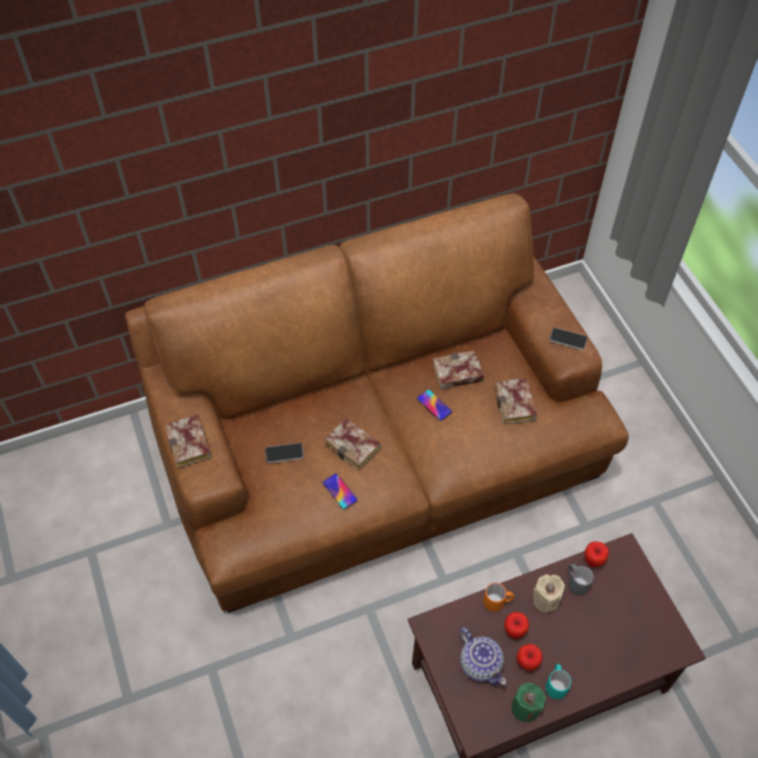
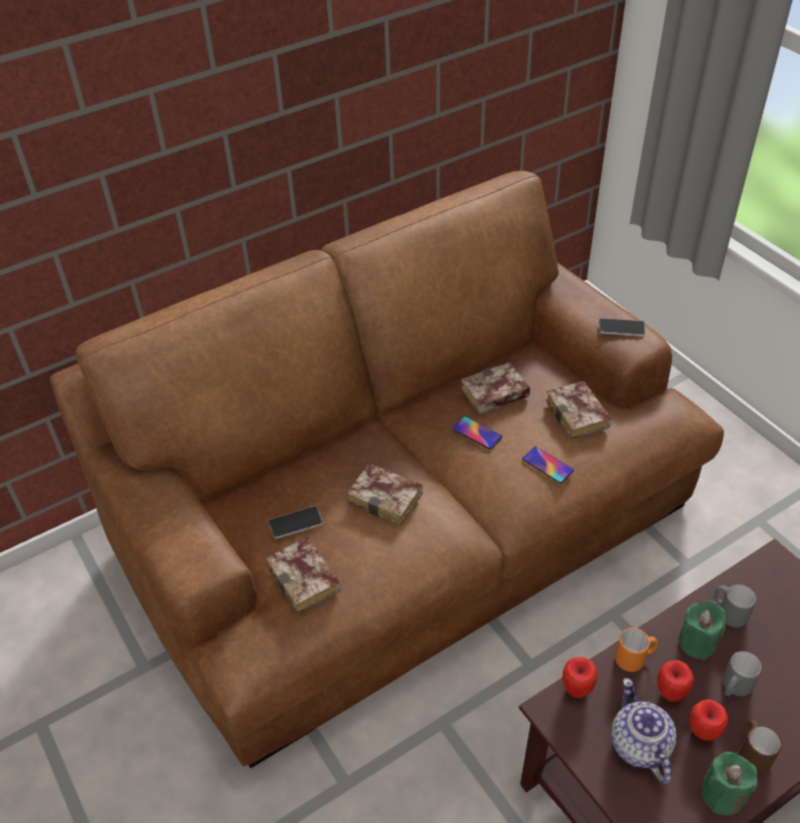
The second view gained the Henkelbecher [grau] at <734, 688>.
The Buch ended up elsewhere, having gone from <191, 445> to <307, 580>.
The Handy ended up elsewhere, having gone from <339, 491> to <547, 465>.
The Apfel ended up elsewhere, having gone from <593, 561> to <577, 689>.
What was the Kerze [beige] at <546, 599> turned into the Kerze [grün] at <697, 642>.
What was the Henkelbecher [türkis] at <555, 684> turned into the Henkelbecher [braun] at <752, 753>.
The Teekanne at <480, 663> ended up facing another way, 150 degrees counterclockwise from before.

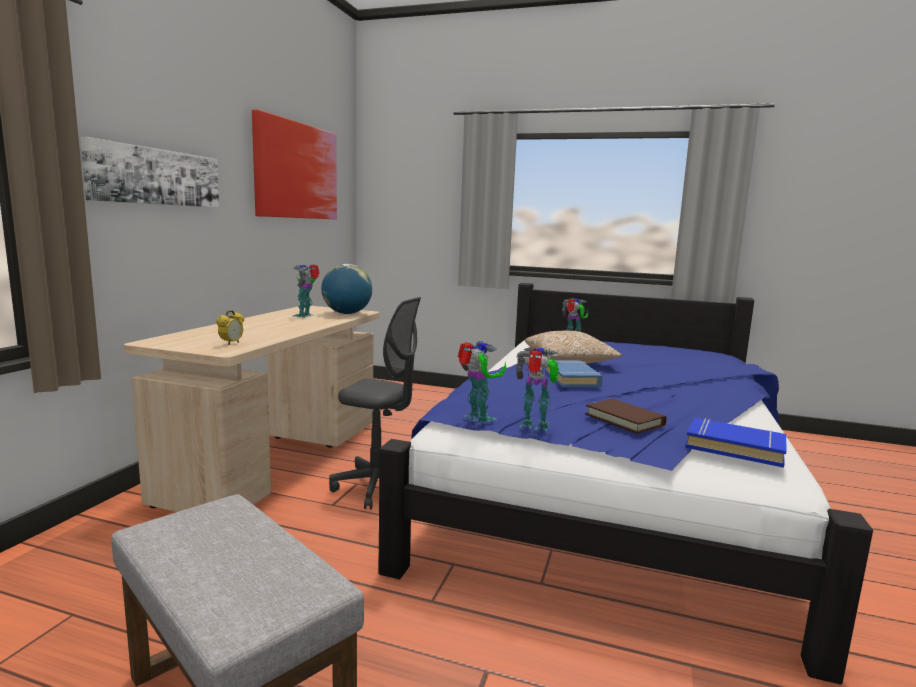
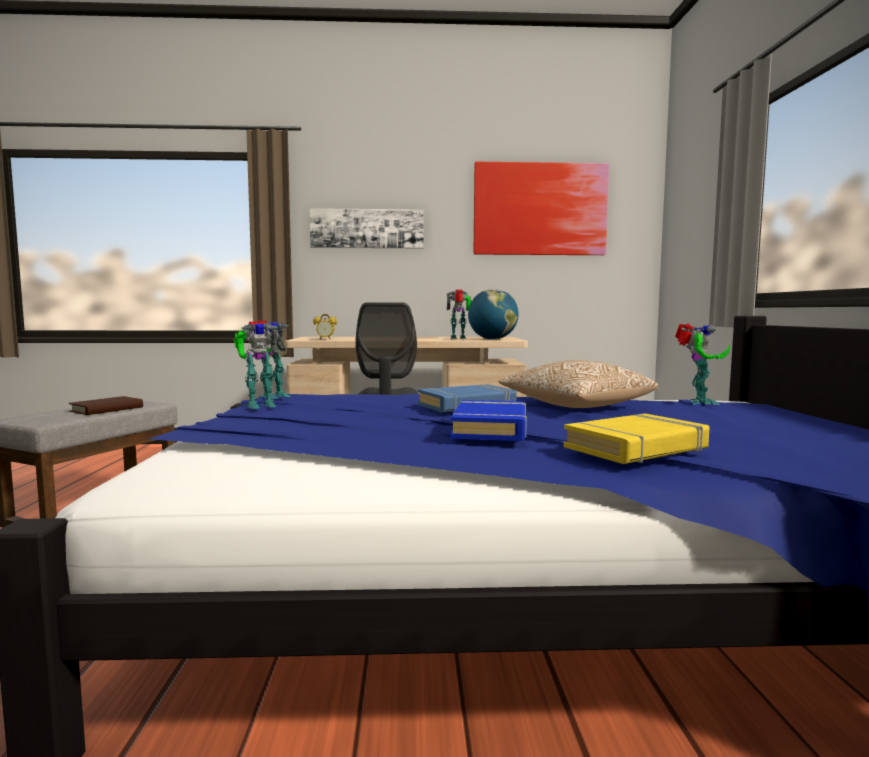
The second view gained the Buch [gelb] at <636, 448>.
The Buch [braun] ended up elsewhere, having gone from <624, 420> to <107, 409>.
The Buch [blau] ended up elsewhere, having gone from <734, 448> to <491, 428>.
The Spielzeugroboter at <536, 426> ended up facing another way, 60 degrees clockwise from before.

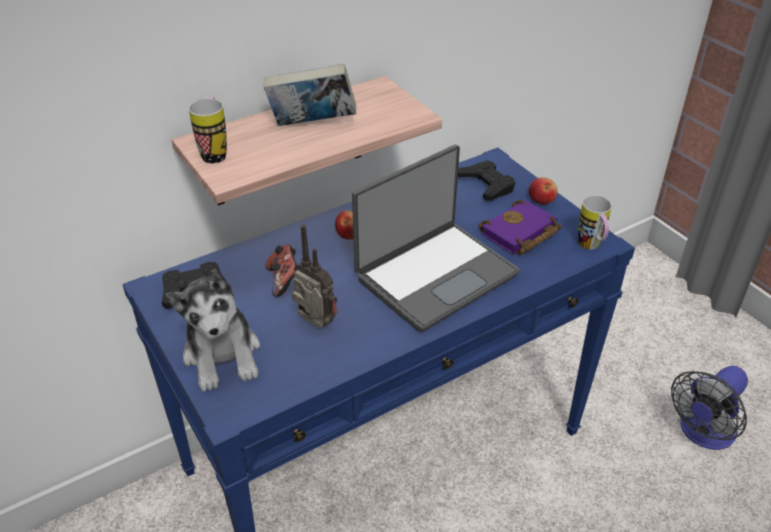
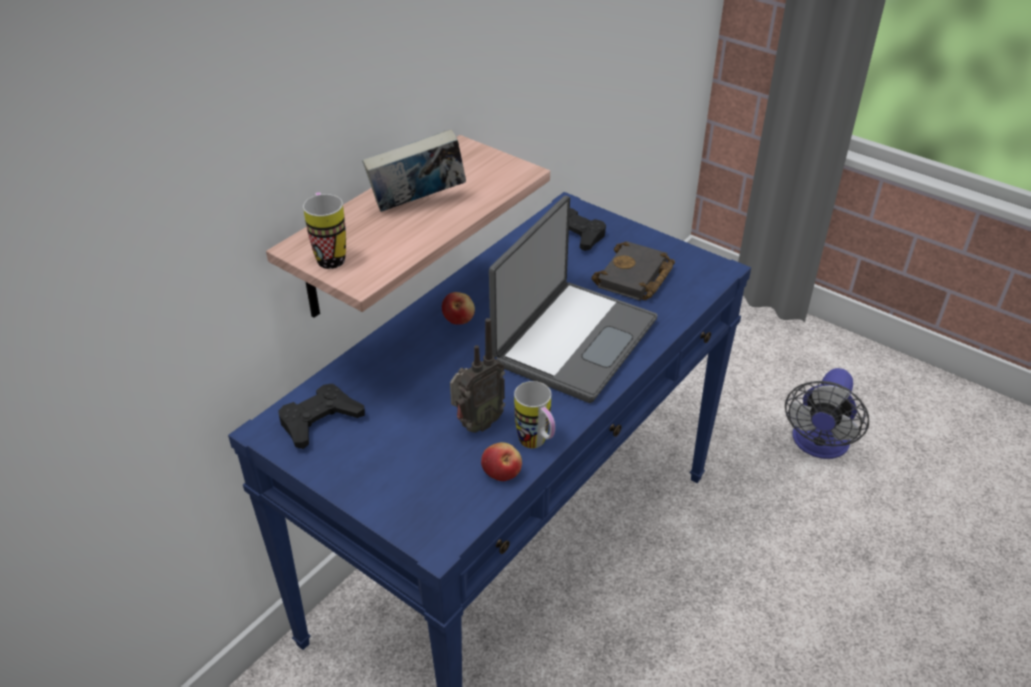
The second view lost the Plüschtier at <223, 355>.
The second view lost the Gamepad at <284, 280>.
The Apfel ended up elsewhere, having gone from <541, 199> to <502, 472>.
The Henkelbecher ended up elsewhere, having gone from <591, 247> to <537, 445>.
What was the Buch [lila] at <519, 234> turned into the Buch [schwarz] at <635, 278>.
The Radio at <315, 325> ended up facing another way, 120 degrees clockwise from before.

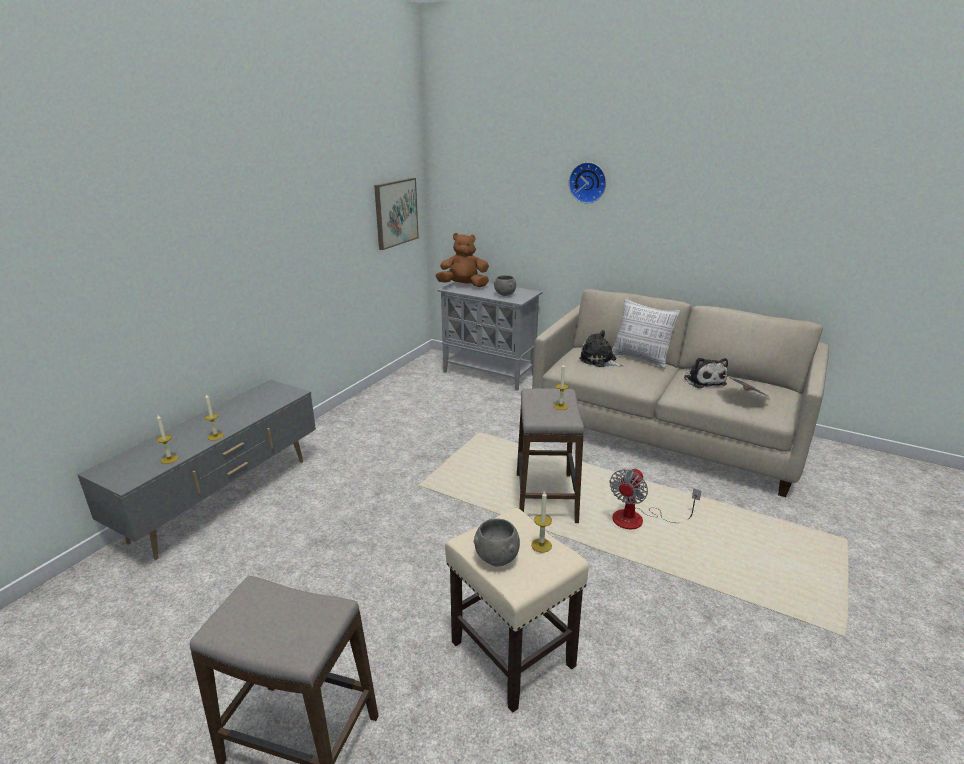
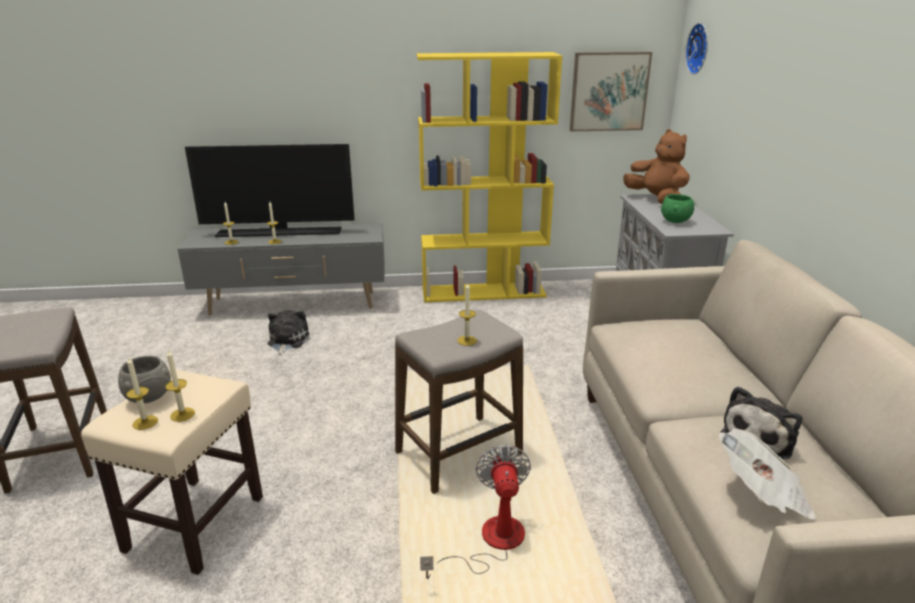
The second view lost the Kissen at <641, 359>.
The second view gained the Kerze at <145, 422>.
The second view gained the Fernseher at <280, 232>.
The second view gained the Bücherregal [gelb] at <484, 292>.
The Wanduhr ended up elsewhere, having gone from <588, 182> to <700, 48>.
The Plüschtier ended up elsewhere, having gone from <599, 360> to <287, 341>.
What was the Schüssel [grau] at <504, 295> turned into the Schüssel [grün] at <674, 221>.
The Ventilator at <638, 520> ended up facing another way, 90 degrees clockwise from before.

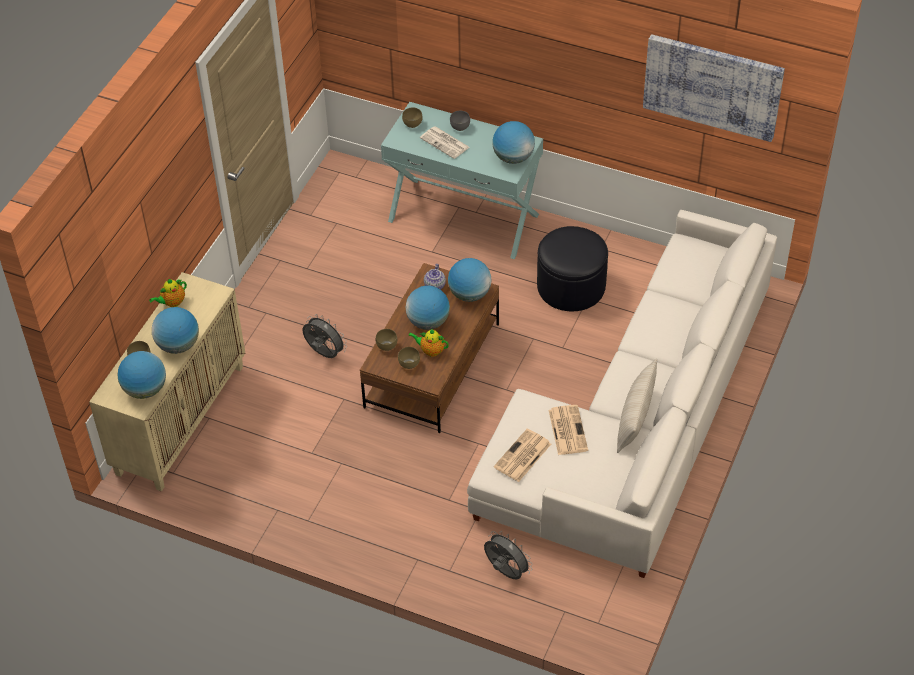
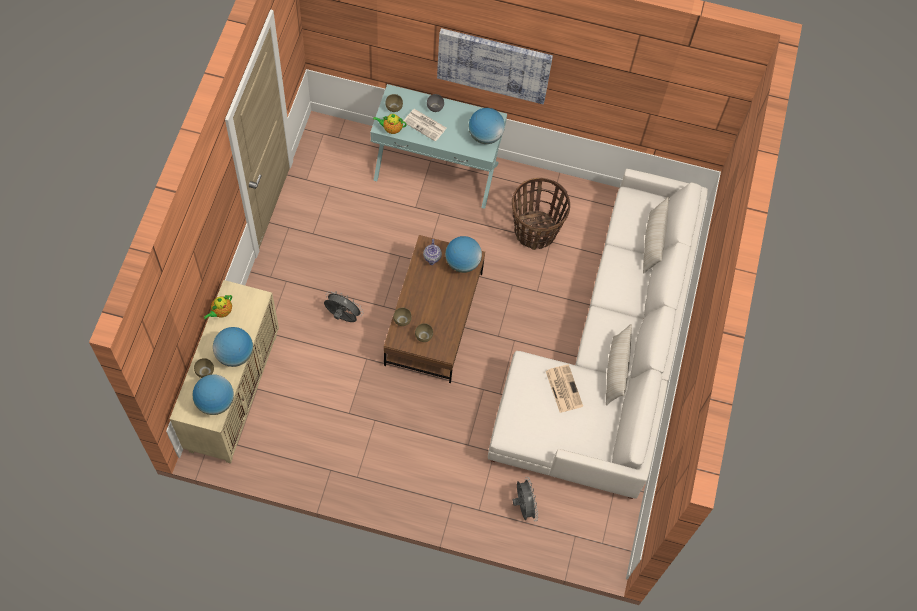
The second view lost the Globus at <428, 322>.
The second view lost the Zeitung at <522, 456>.
The second view gained the Kissen [beige] at <652, 243>.
The Teekanne ended up elsewhere, having gone from <430, 350> to <391, 129>.
The Bild ended up elsewhere, having gone from <713, 85> to <494, 64>.
Where the Polsterhocker [schwarz] stood at <571, 286>, the Korb came to stand at <535, 231>.
The Ventilator [grau] at <505, 572> ended up facing another way, 45 degrees clockwise from before.

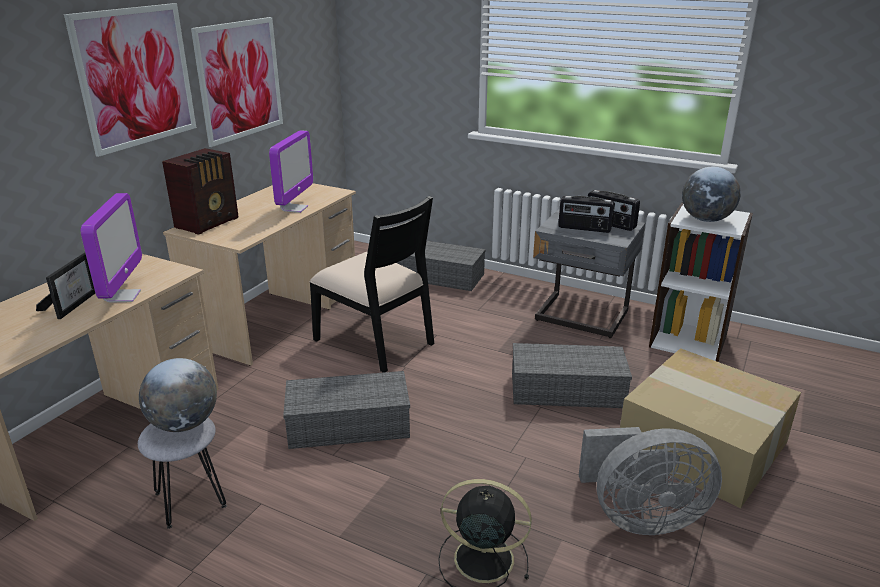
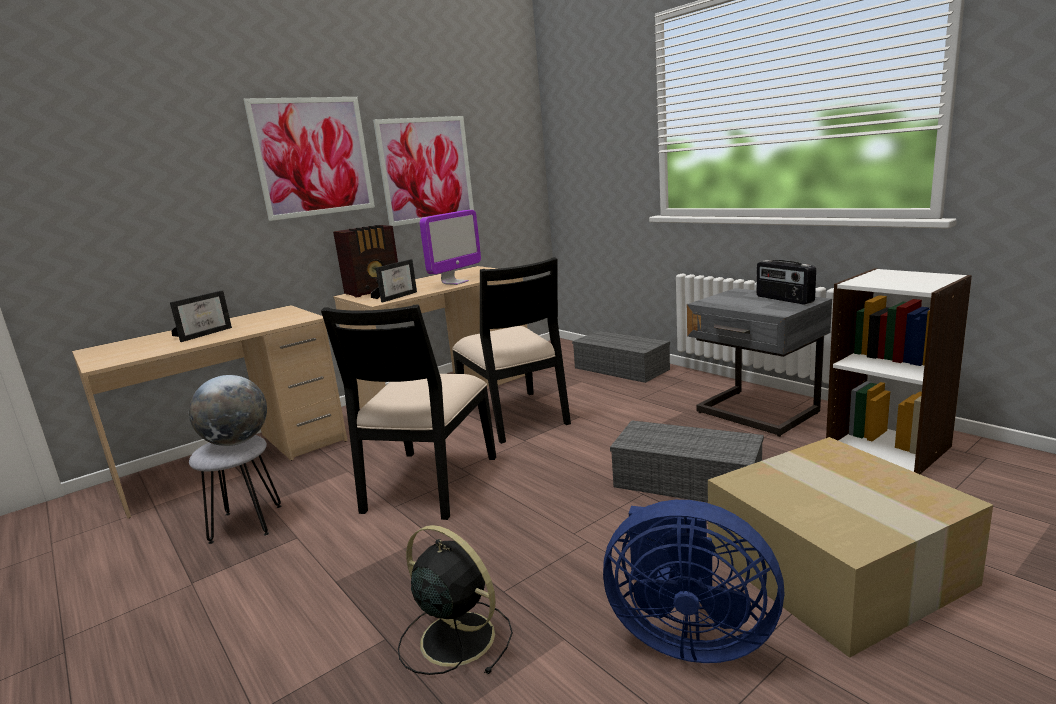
The second view lost the Monitor at <122, 296>.
The second view lost the Radio at <584, 228>.
The second view lost the Globus at <706, 220>.
The second view gained the Bilderrahmen at <397, 296>.
Where the Aufbewahrungsbox [grau] stood at <347, 426>, the Stuhl [schwarz] came to stand at <428, 484>.
What was the Ventilator [grau] at <640, 517> turned into the Ventilator [blau] at <686, 636>.

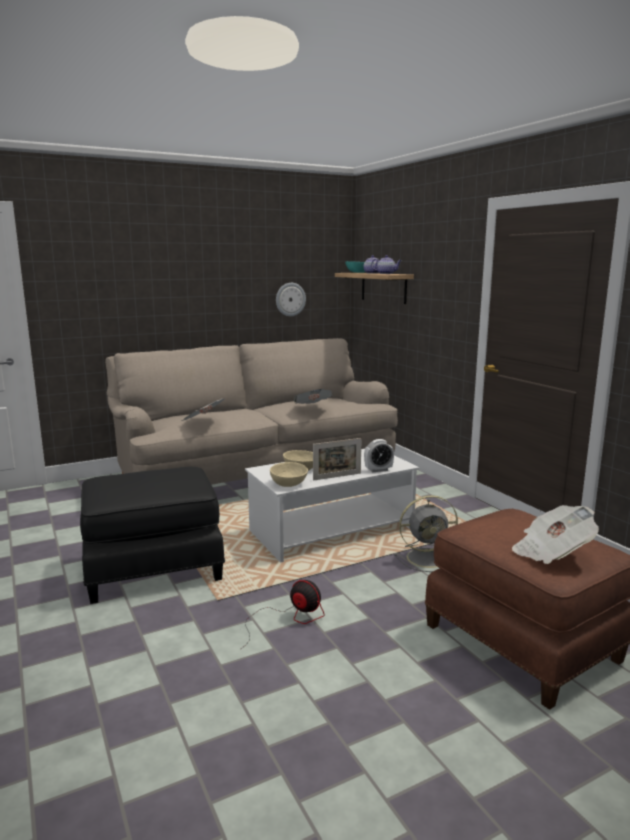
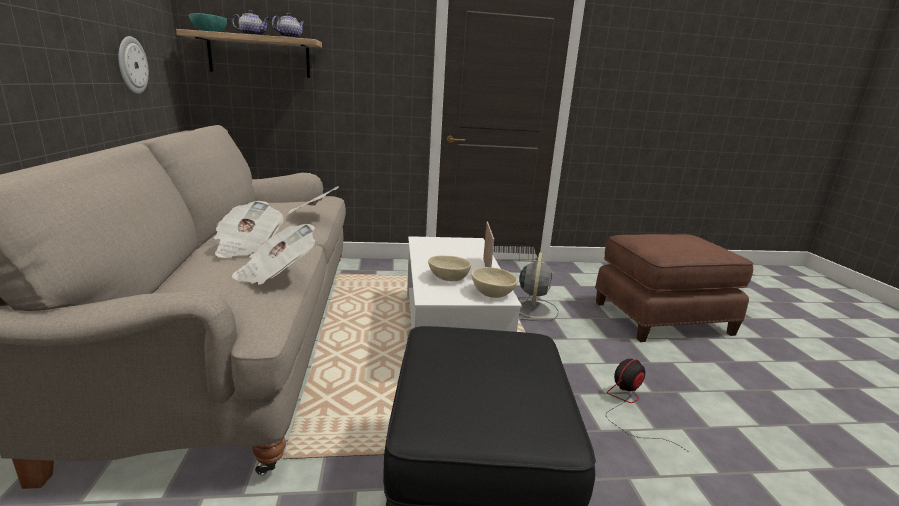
The second view lost the Wecker at <378, 470>.
The Zeitung ended up elsewhere, having gone from <551, 552> to <247, 247>.

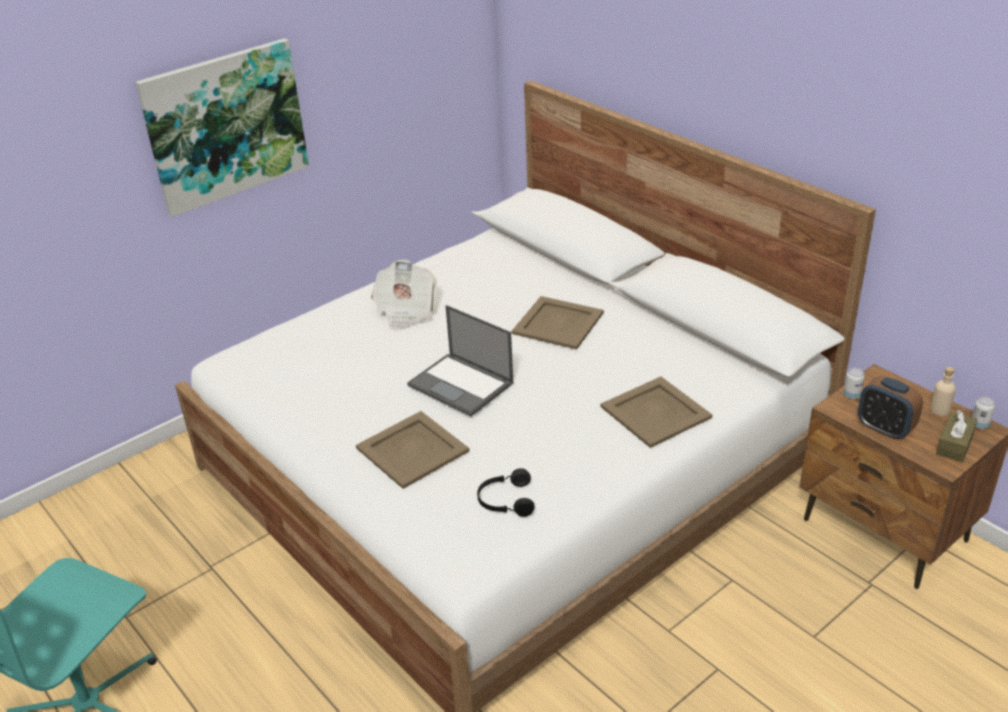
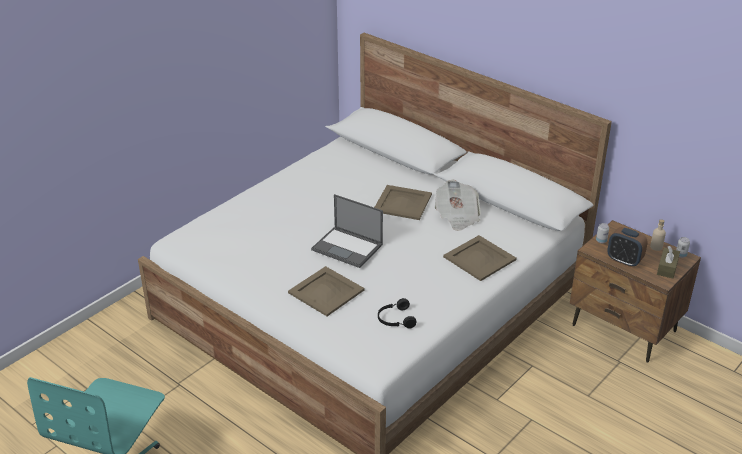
The second view lost the Bild at <225, 125>.
The Zeitung ended up elsewhere, having gone from <405, 311> to <457, 216>.

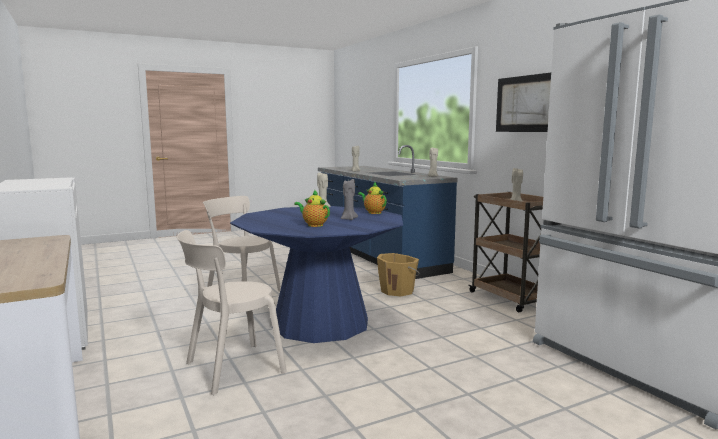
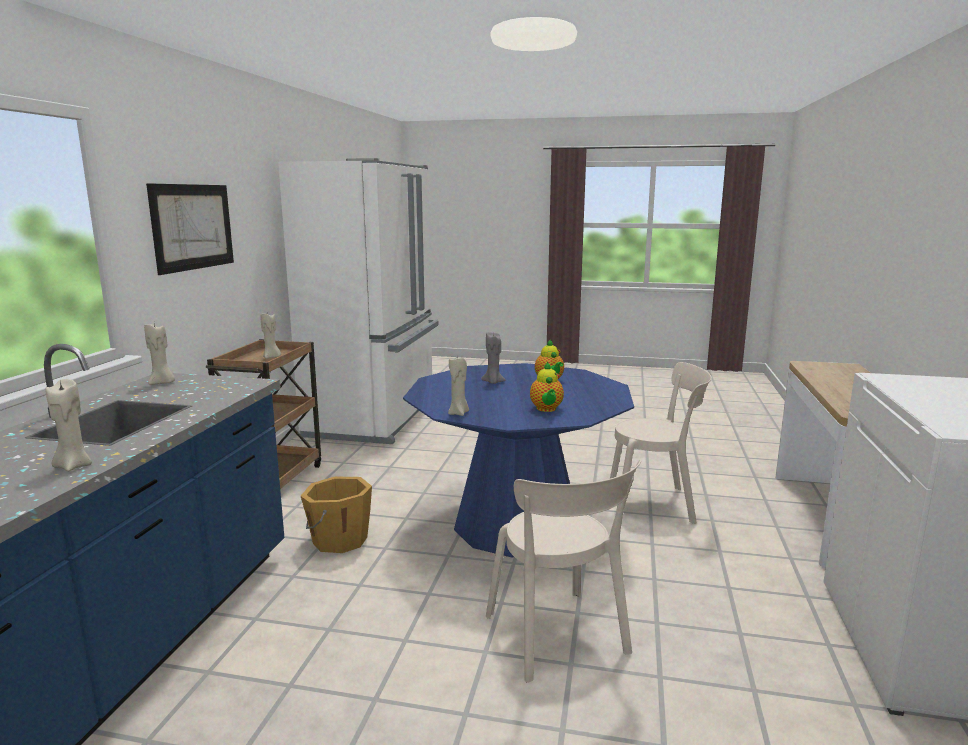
The Teekanne ended up elsewhere, having gone from <373, 212> to <546, 409>.

